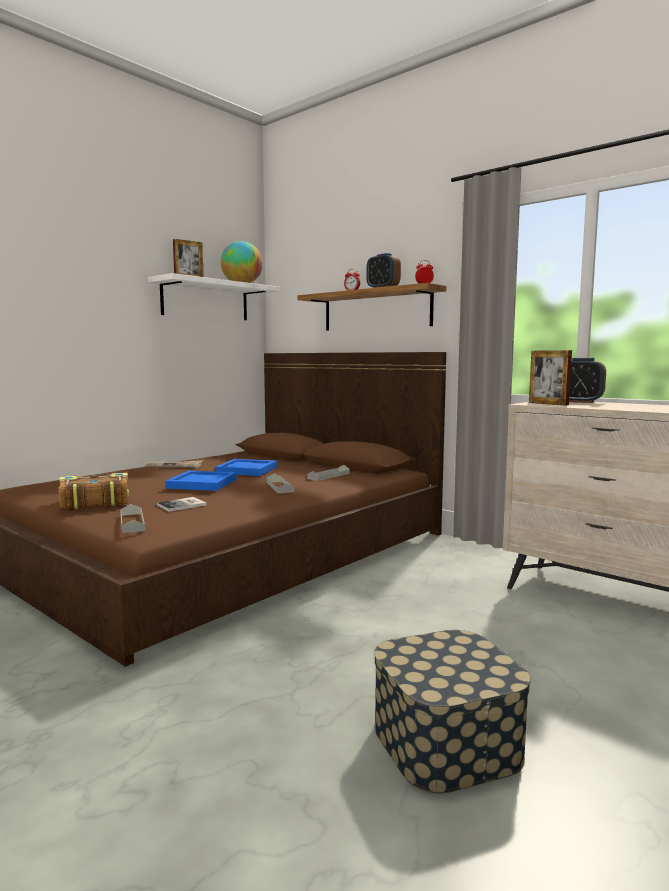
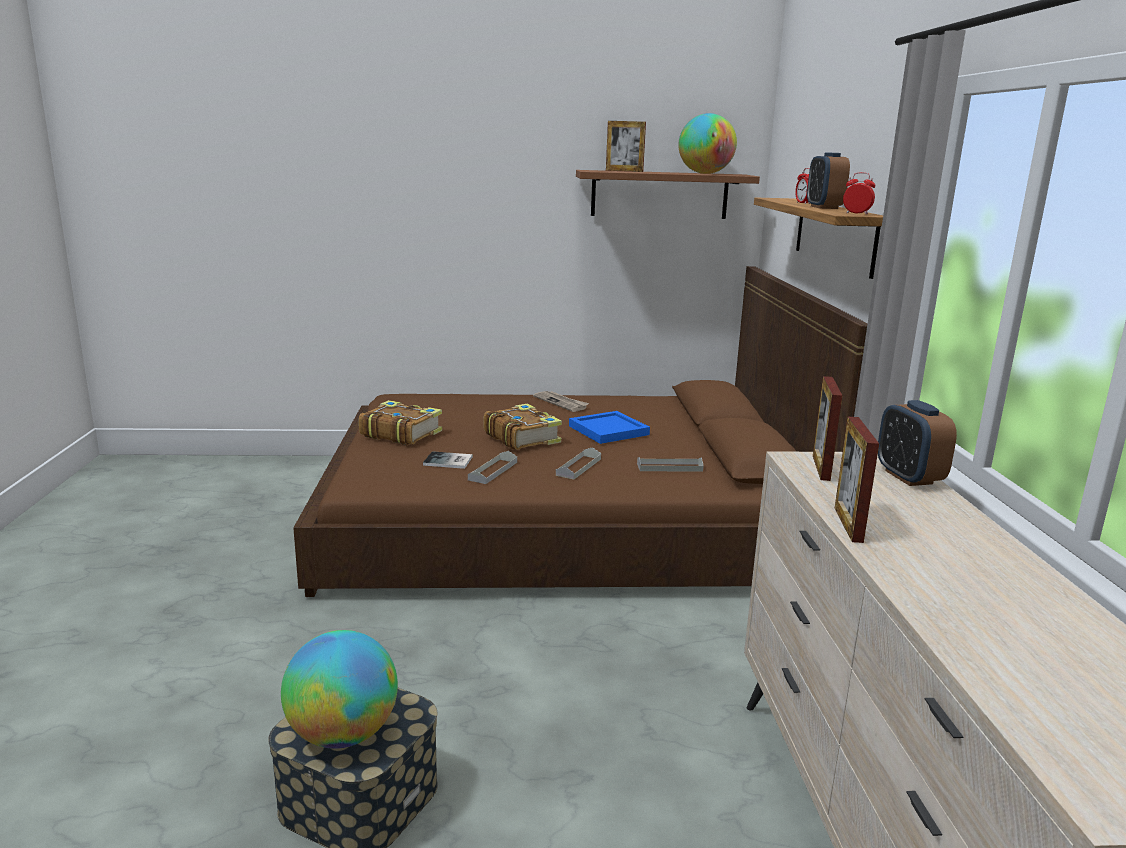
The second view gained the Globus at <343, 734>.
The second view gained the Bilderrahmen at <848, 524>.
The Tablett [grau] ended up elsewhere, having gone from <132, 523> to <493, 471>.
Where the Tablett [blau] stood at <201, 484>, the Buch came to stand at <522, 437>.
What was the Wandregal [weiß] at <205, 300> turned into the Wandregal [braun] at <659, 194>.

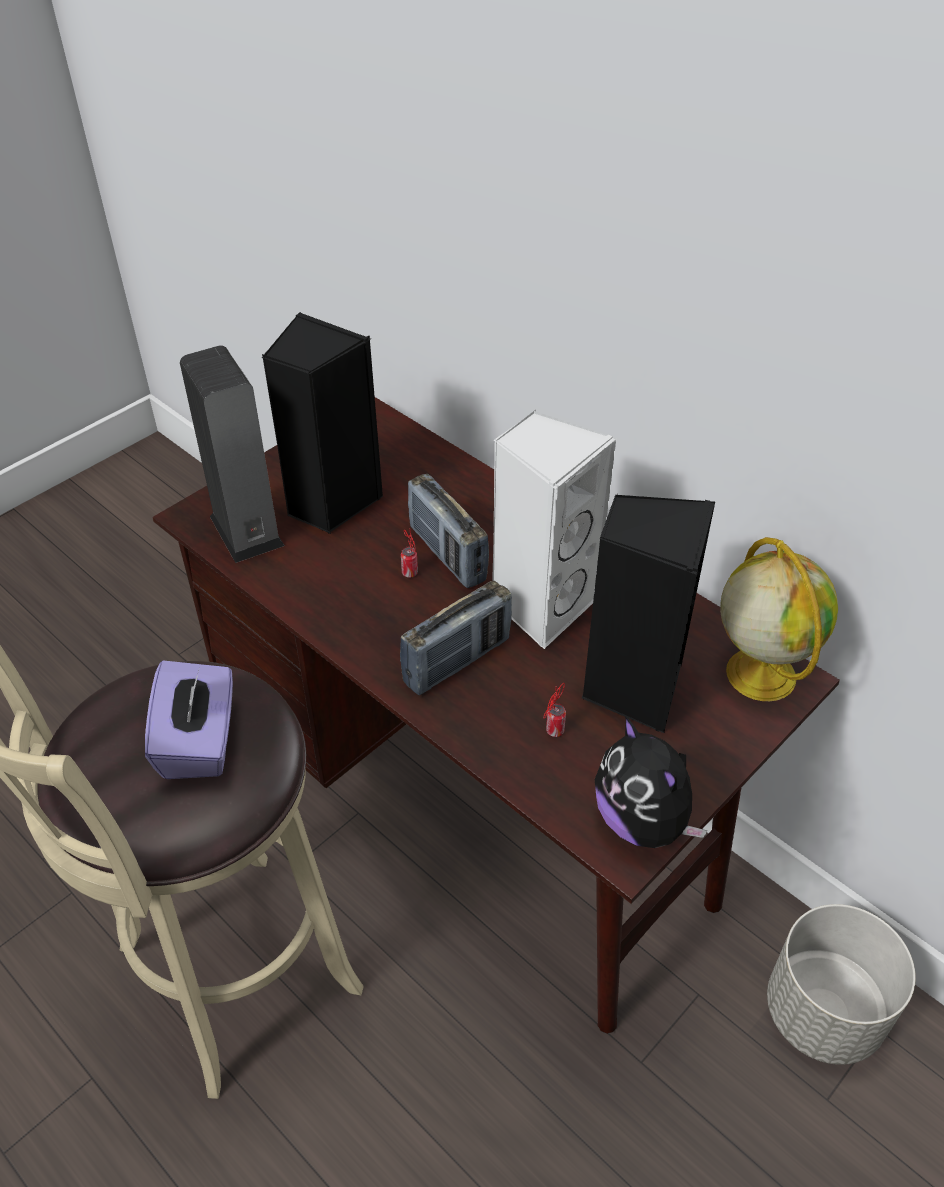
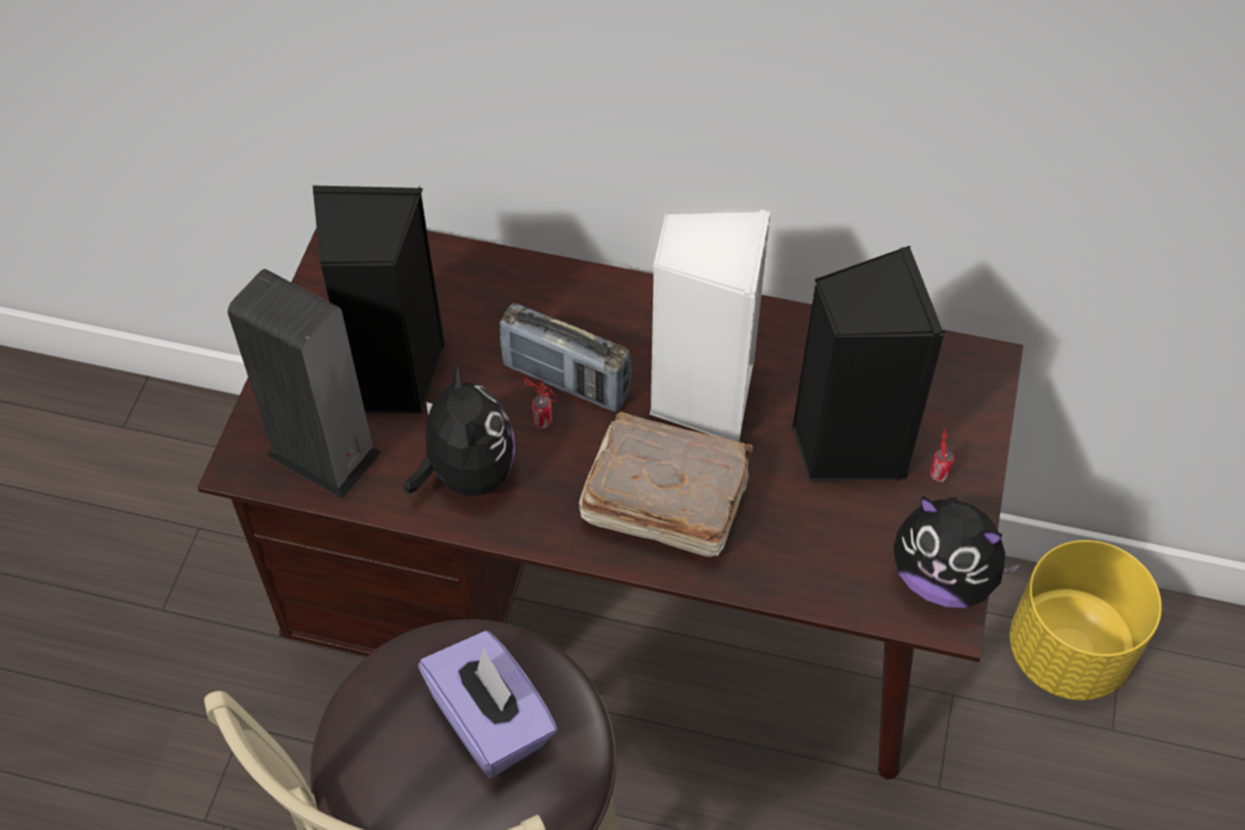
The second view lost the Globus at <759, 672>.
The second view gained the Plüschtier at <466, 473>.
The Dose ended up elsewhere, having gone from <553, 732> to <939, 477>.
Where the Radio stood at <457, 661>, the Buch [braun] came to stand at <663, 499>.
What was the Pflanzkübel [grau] at <822, 1011> turned into the Pflanzkübel [gelb] at <1066, 651>.

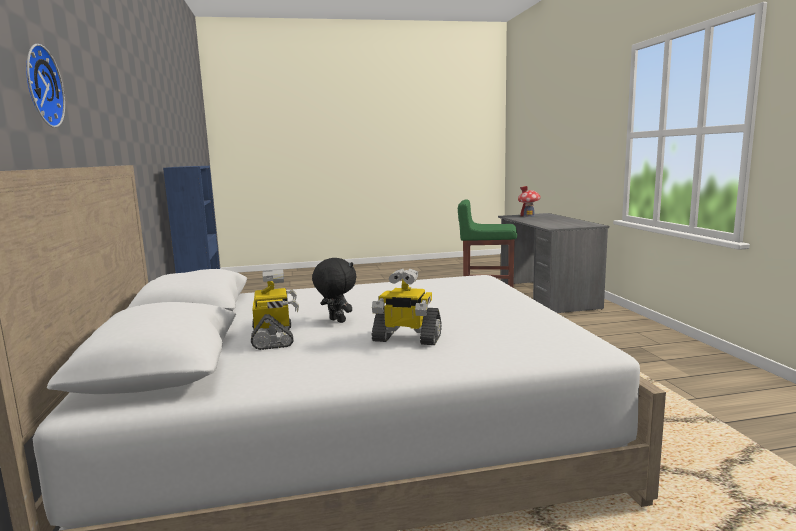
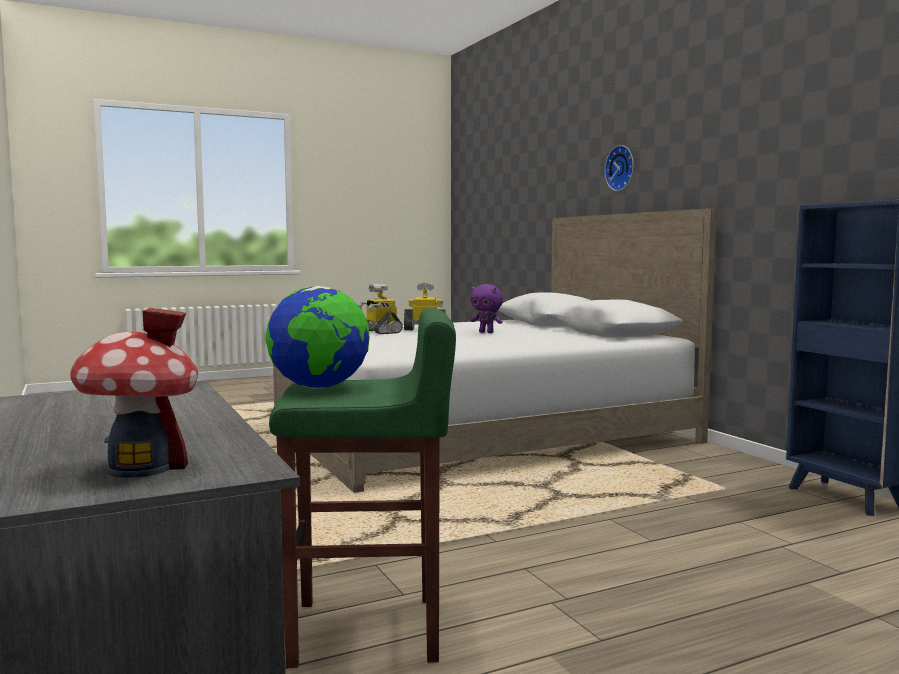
The second view gained the Globus at <319, 388>.
The Spielzeugroboter ended up elsewhere, having gone from <274, 338> to <380, 331>.
What was the Plüschtier [schwarz] at <336, 321> turned into the Plüschtier [lila] at <486, 332>.

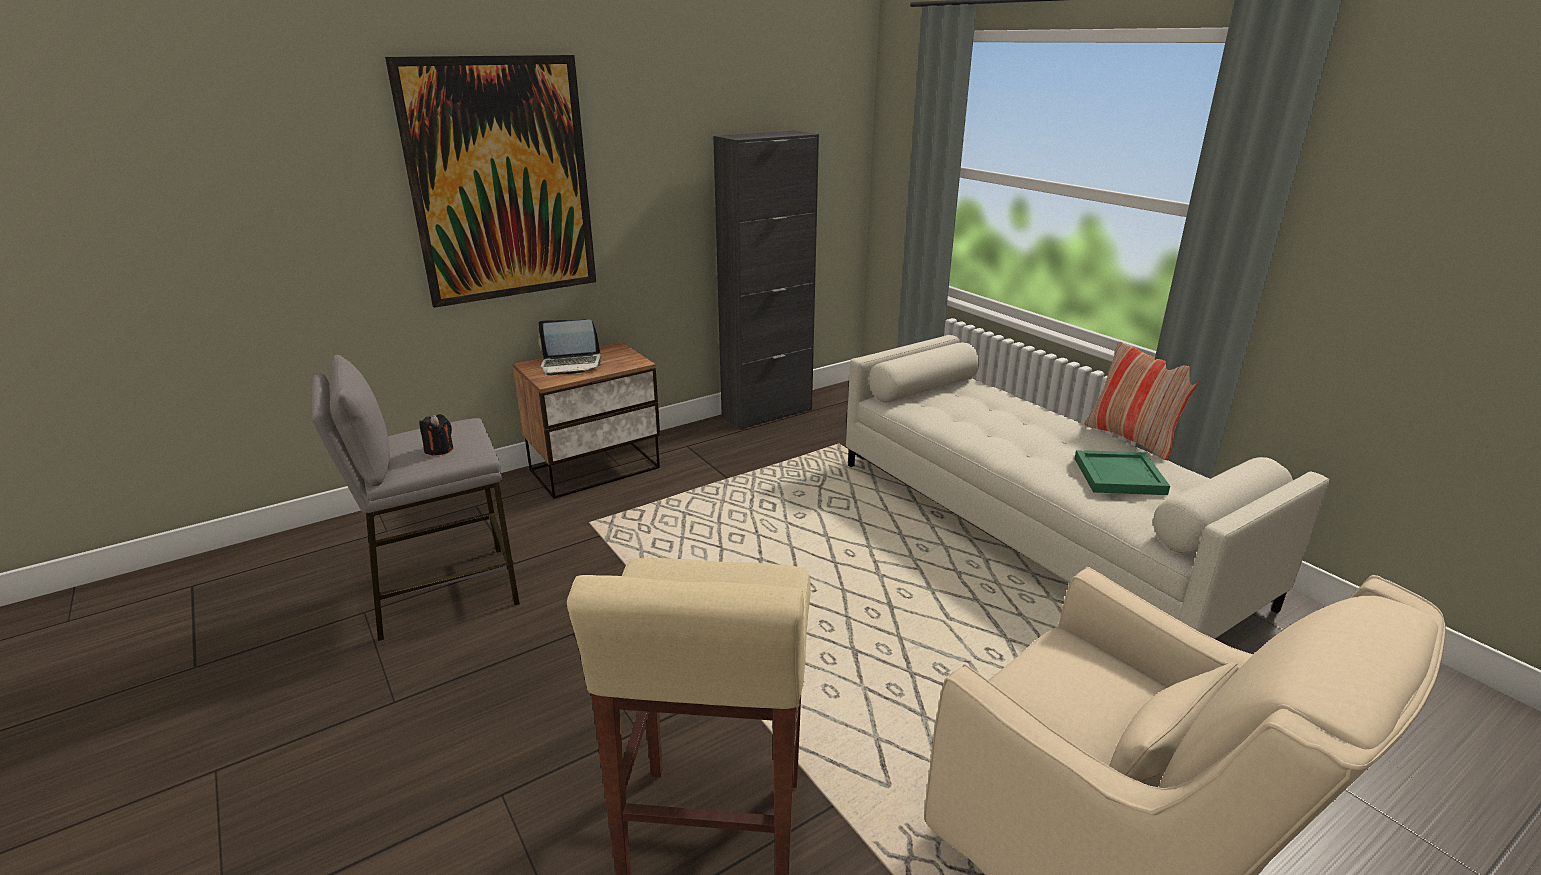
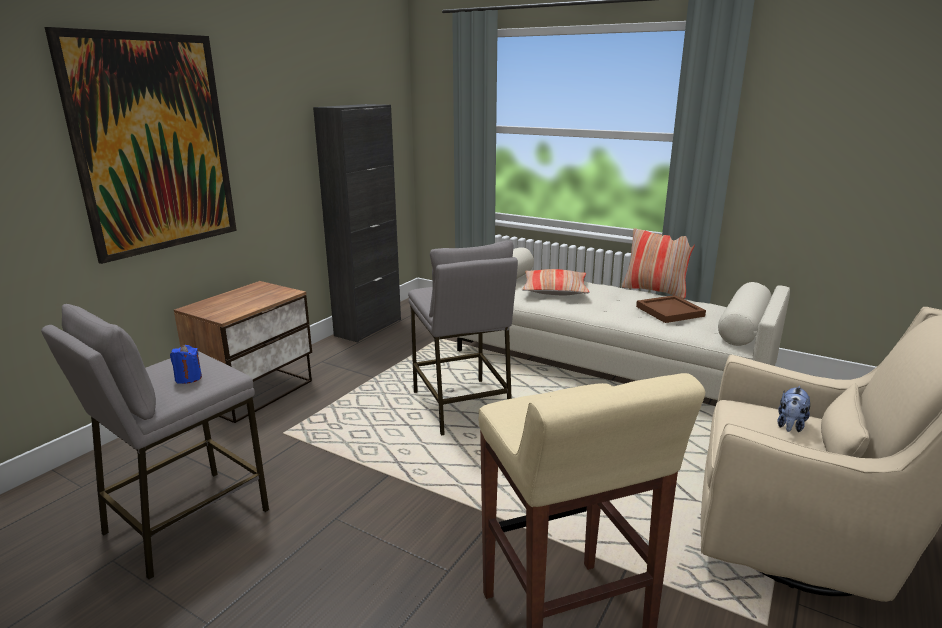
The second view lost the Laptop at <571, 365>.
The second view gained the Hocker [grau] at <461, 407>.
The second view gained the Kissen at <554, 290>.
The second view gained the Plüschtier at <790, 425>.
What was the Kerze [schwarz] at <439, 449> turned into the Kerze [blau] at <188, 378>.
What was the Tablett [grün] at <1118, 476> turned into the Tablett [braun] at <669, 312>.

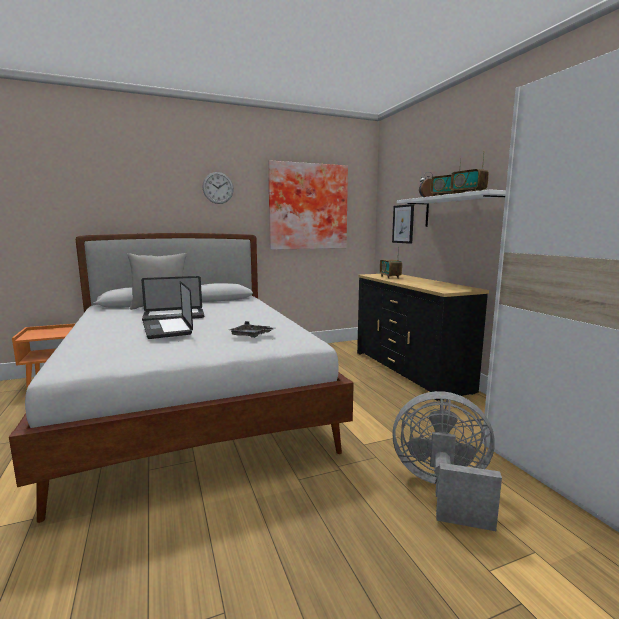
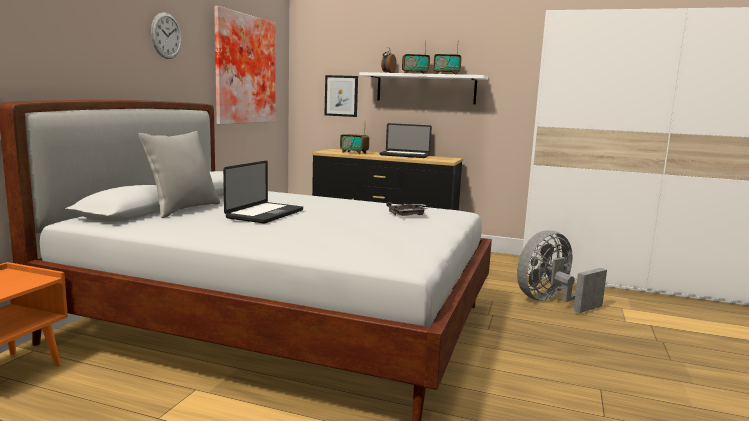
The Laptop ended up elsewhere, having gone from <167, 329> to <404, 155>.

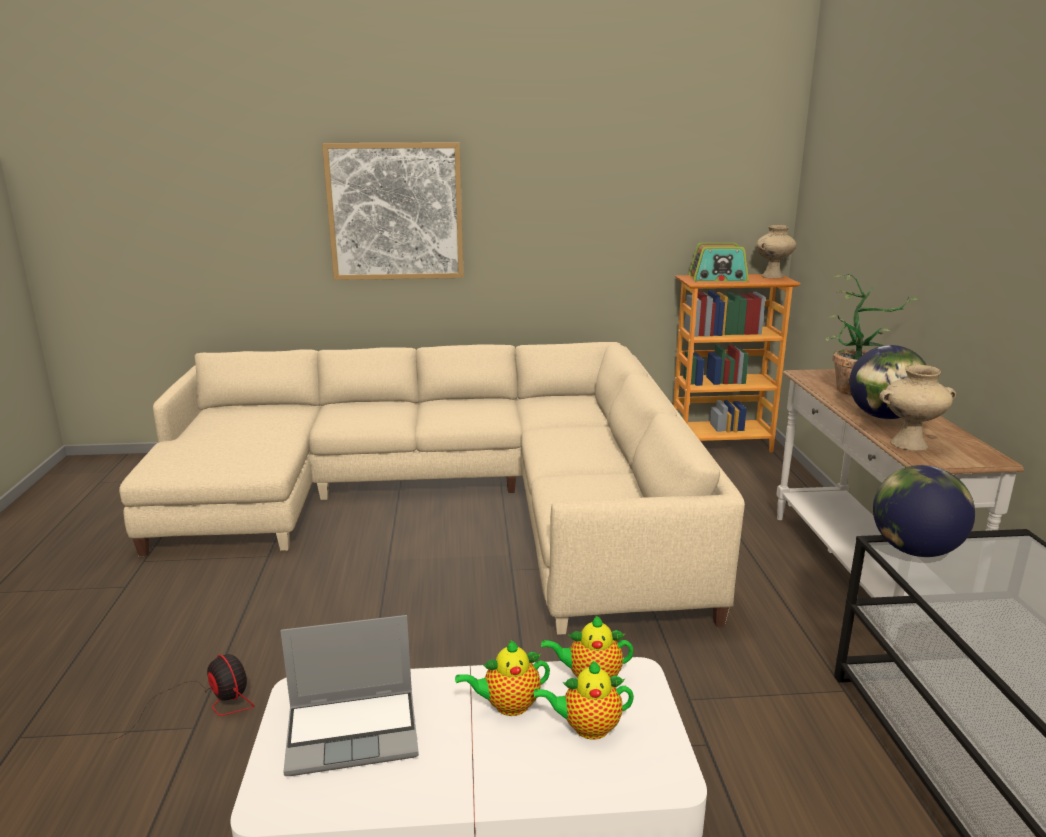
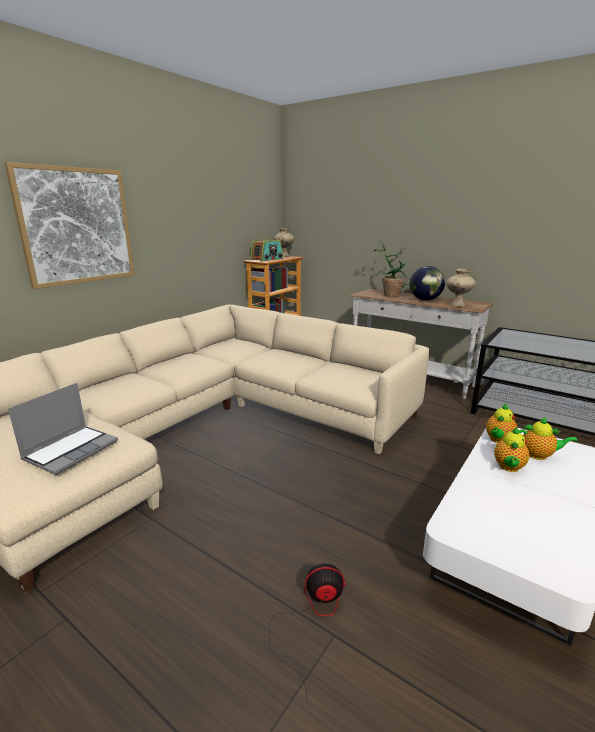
The second view lost the Globus at <914, 550>.
The Laptop ended up elsewhere, having gone from <354, 731> to <71, 450>.
The Teekanne at <587, 727> ended up facing another way, 105 degrees counterclockwise from before.

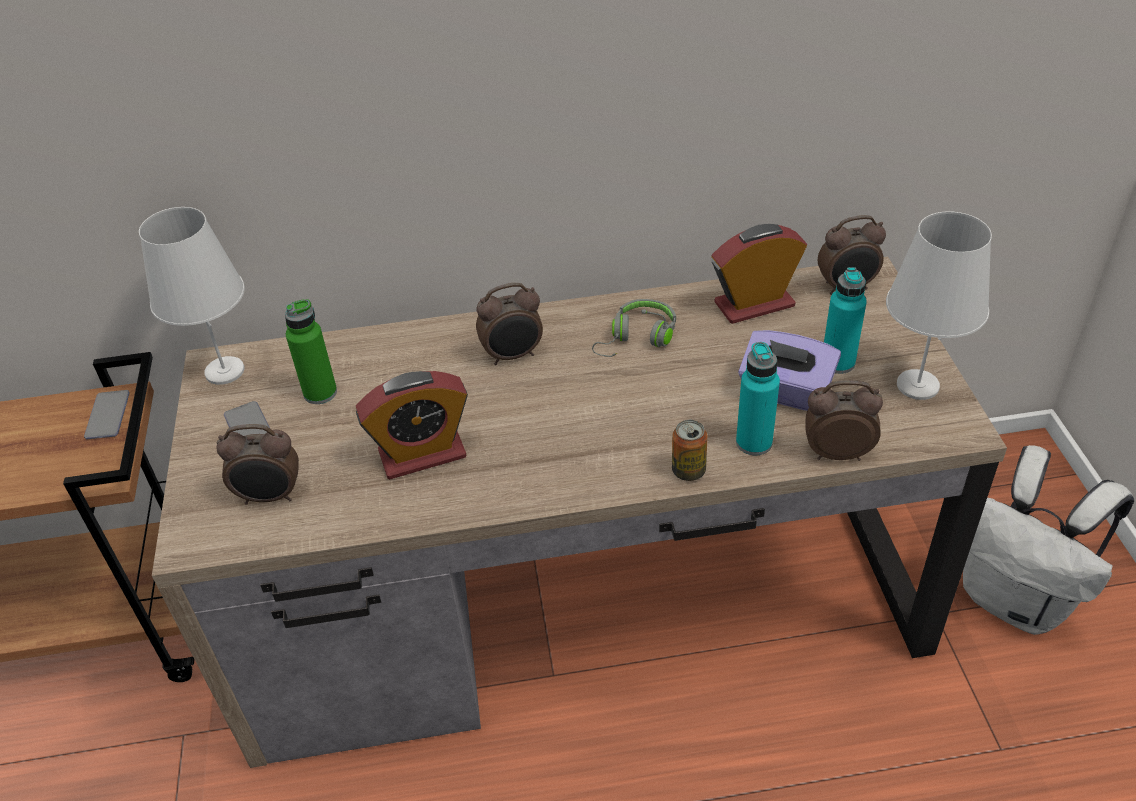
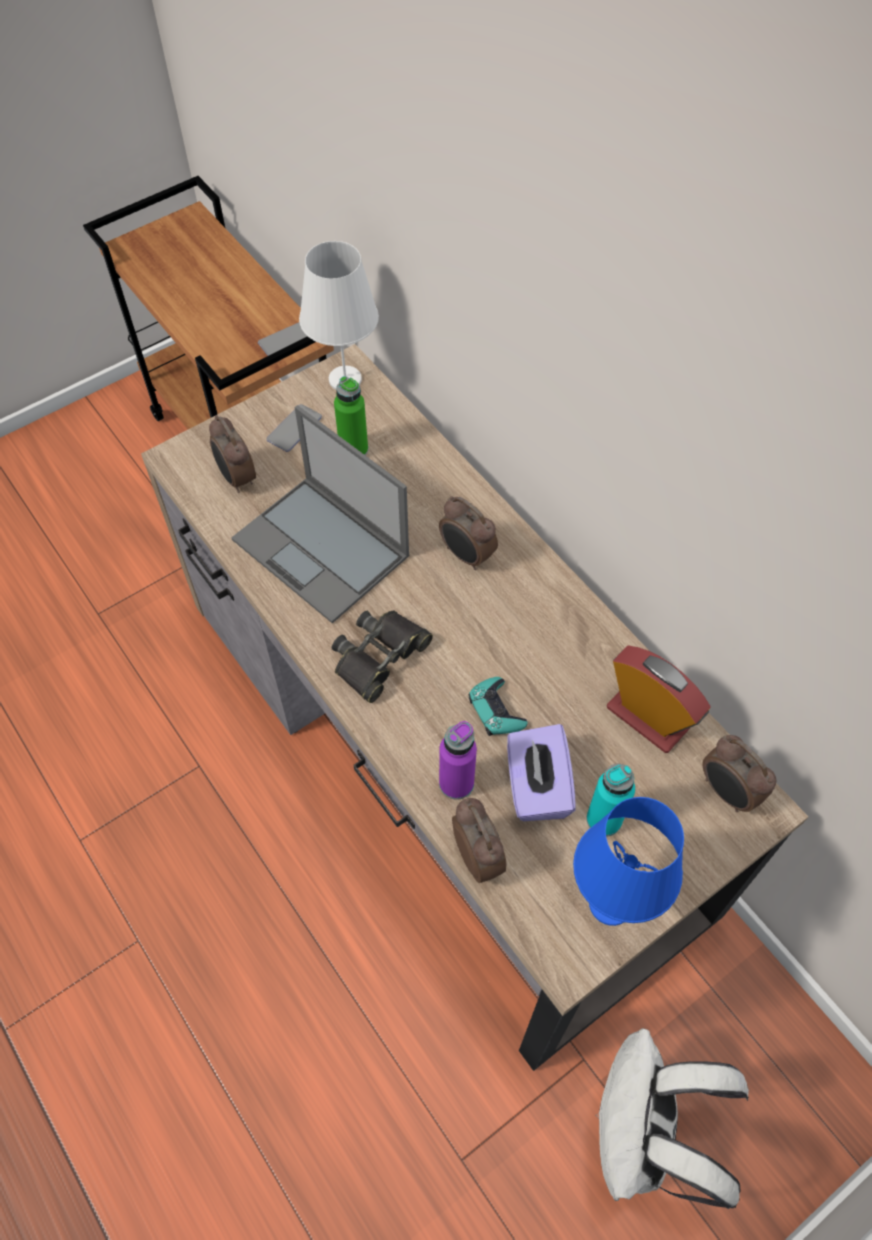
The second view lost the Kopfhörer [grau] at <637, 338>.
The second view lost the Dose at <688, 471>.
The second view gained the Fernglas [schwarz] at <379, 656>.
The second view gained the Gamepad [türkis] at <496, 711>.
Where the Wecker stood at <422, 454>, the Laptop came to stand at <322, 549>.
What was the Flasche [türkis] at <754, 442> turned into the Flasche [lila] at <456, 783>.
What was the Tischlampe [weiß] at <917, 385> turned into the Tischlampe [blau] at <611, 902>.

